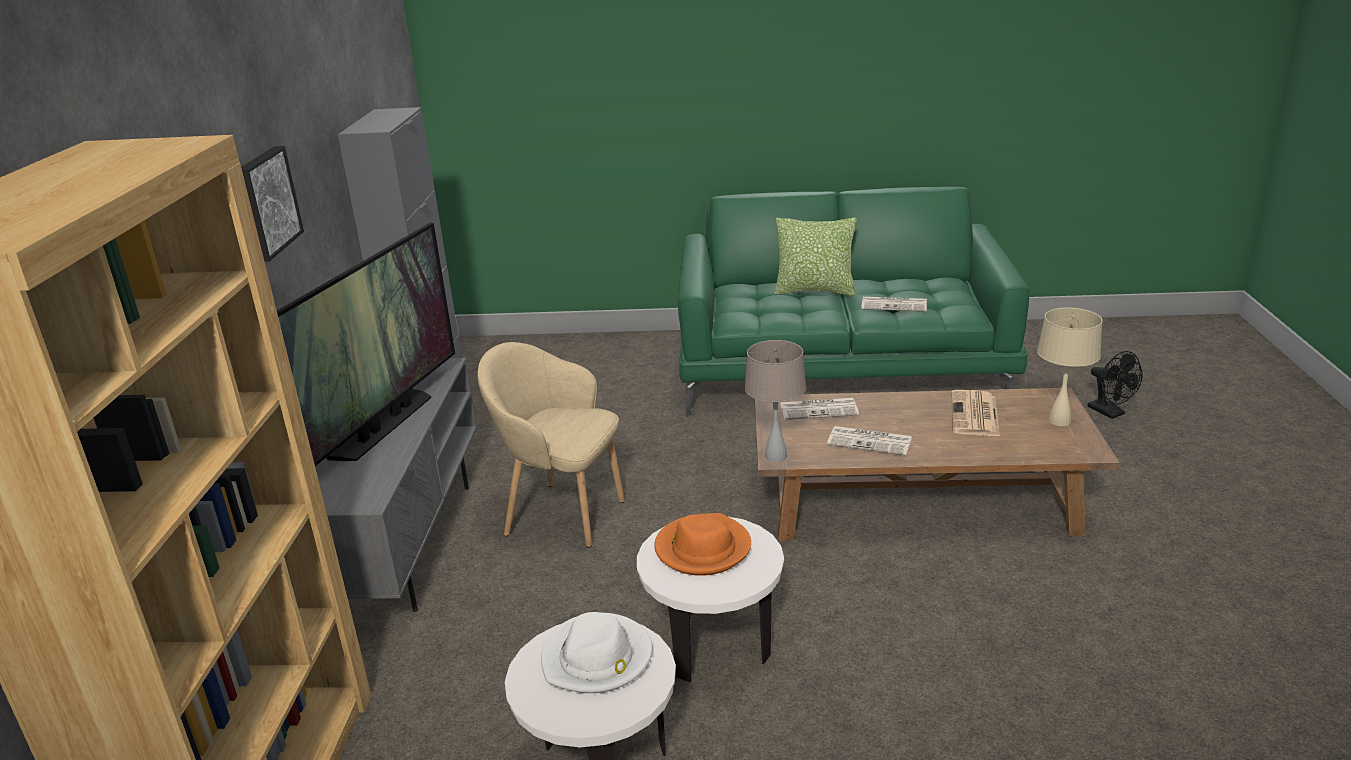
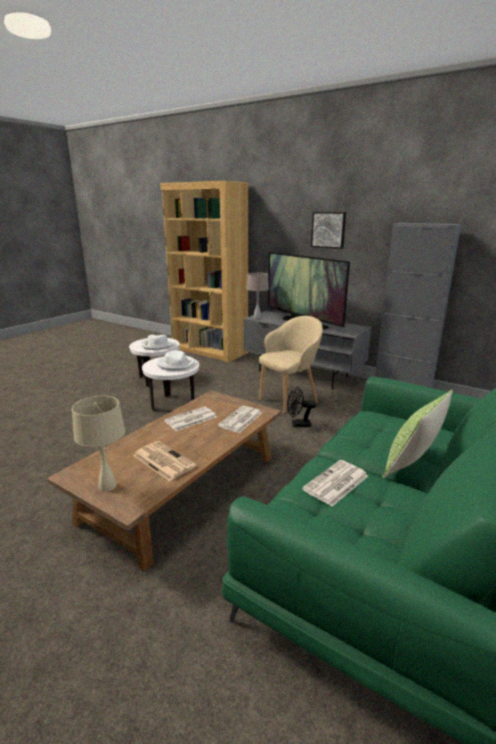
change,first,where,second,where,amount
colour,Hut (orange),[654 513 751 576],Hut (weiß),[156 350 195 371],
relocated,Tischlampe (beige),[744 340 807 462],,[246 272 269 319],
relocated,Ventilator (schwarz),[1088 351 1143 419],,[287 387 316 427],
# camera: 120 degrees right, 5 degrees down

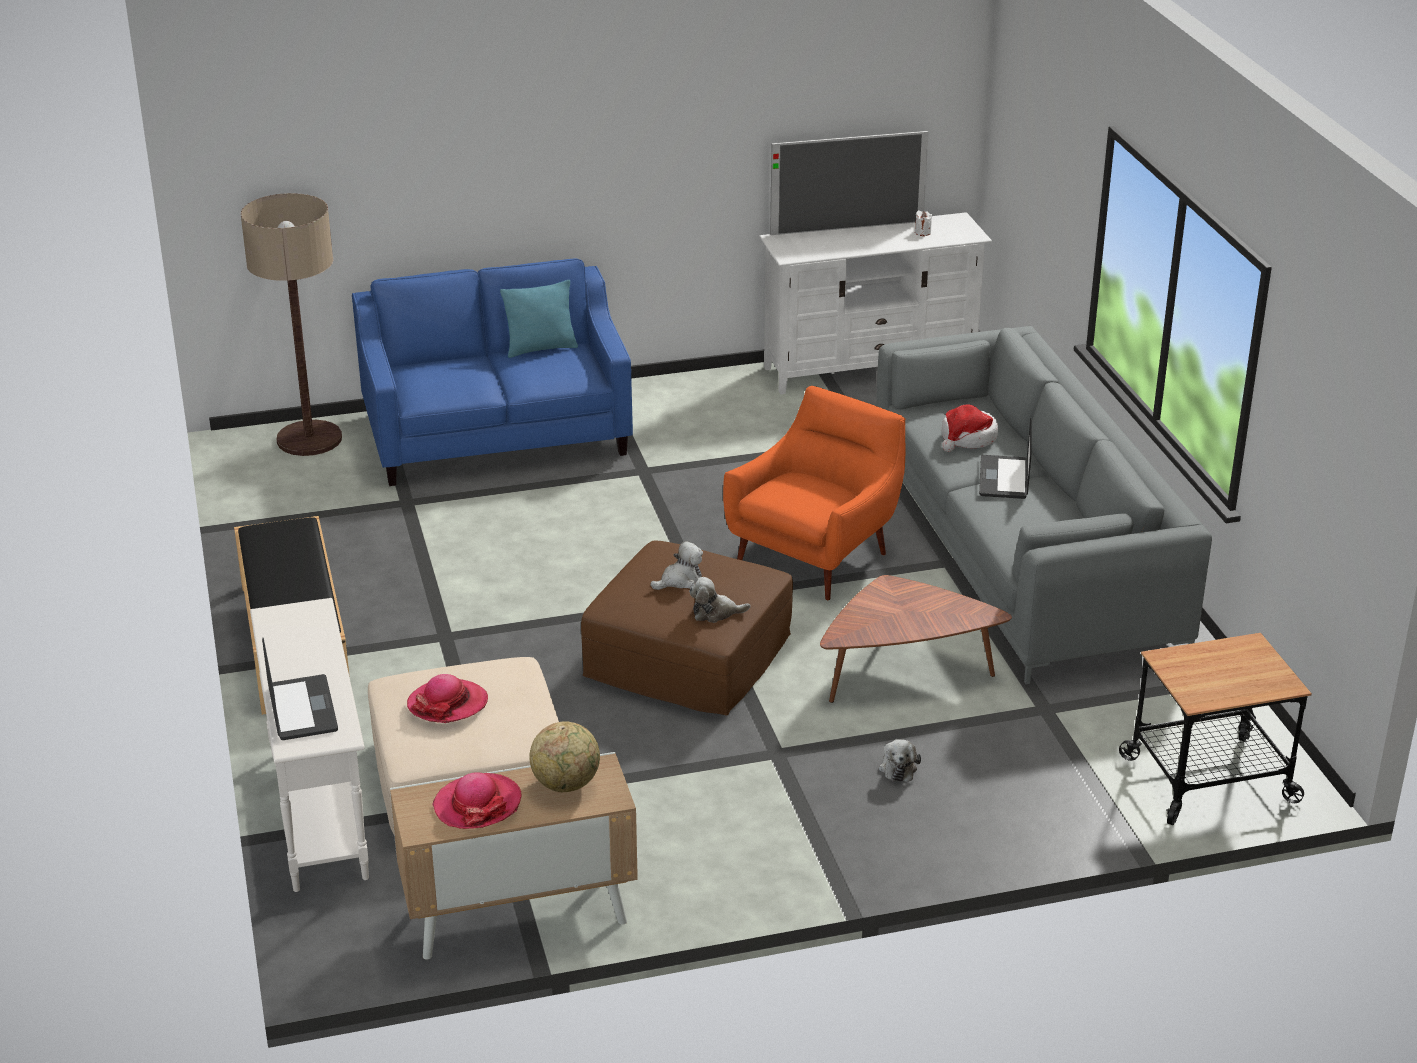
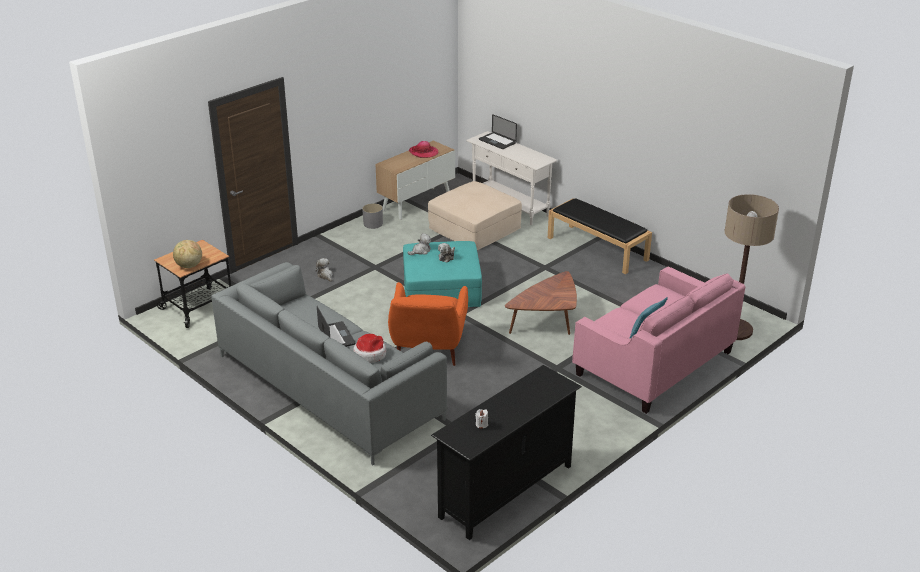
change,first,where,second,where,amount
colour,Sofa (blau),[352 258 633 486],Sofa (rosa),[572 267 745 414],
missing,Hut,[407 674 488 723],,,
relocated,Globus,[530 722 600 792],,[173 240 202 268],
colour,Polsterhocker (braun),[581 541 793 716],Polsterhocker (türkis),[403 241 482 307],
colour,Fernsehschrank (weiß),[759 212 992 394],Fernsehschrank (schwarz),[431 365 582 540],
missing,Fernseher,[770 131 928 235],,,
relocated,Couchtisch (braun),[820 575 1012 703],,[505 271 577 335],
appeared,,,Pflanzkübel (grau),[362 203 383 229],
# camera: 150 degrees right, 0 degrees up

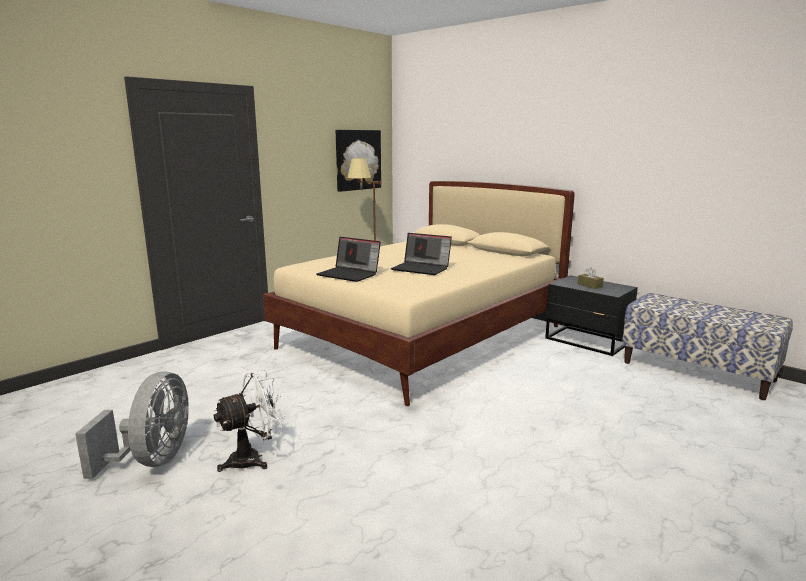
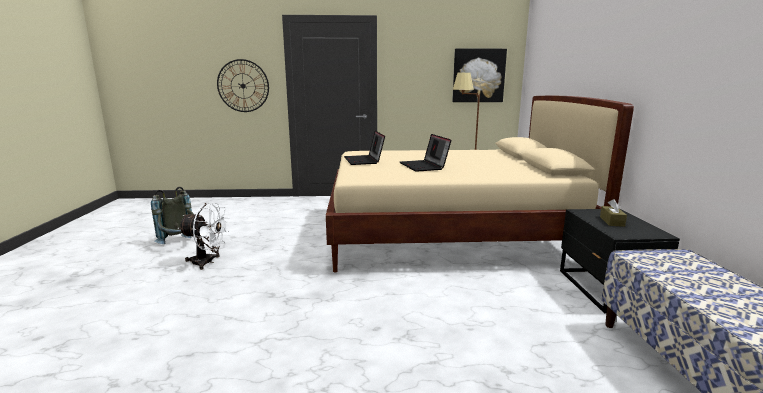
change,first,where,second,where,amount
exchanged,Ventilator (grau),[75 372 189 479],Rucksack (grau),[151 187 194 244],
appeared,,,Wanduhr,[217 59 269 112],
# camera: 45 degrees right, 0 degrees up

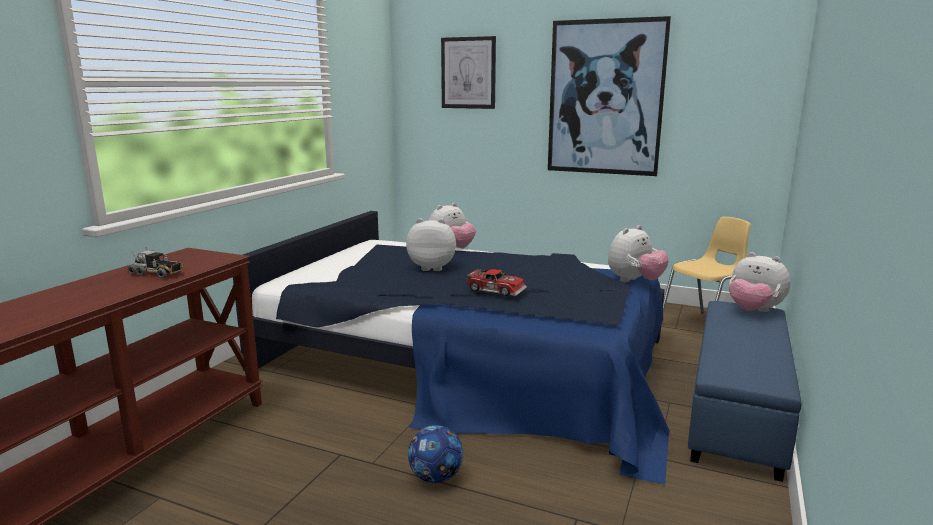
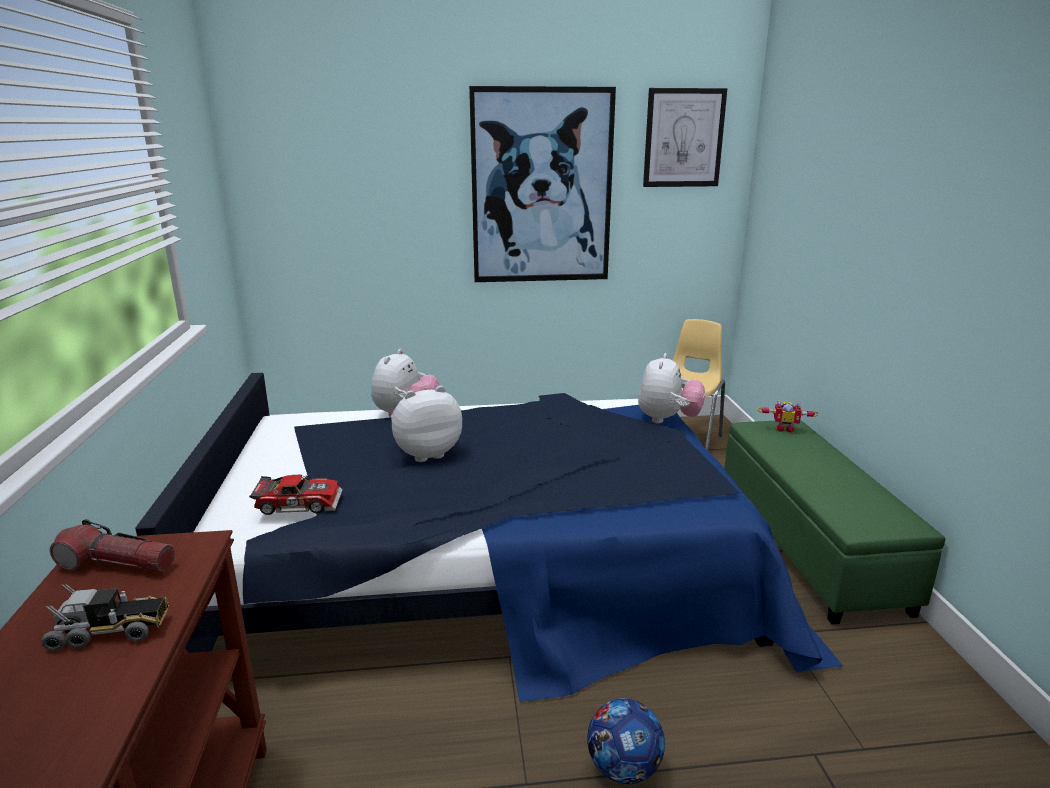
change,first,where,second,where,amount
relocated,Bild,[441 36 496 109],,[643 88 727 187],
relocated,Spielzeugauto,[465 268 527 296],,[249 475 343 515],
colour,Polsterhocker (blau),[688 301 801 482],Polsterhocker (grün),[724 420 945 624],
exchanged,Plüschtier,[729 252 791 312],Spielzeugroboter,[758 400 818 433],
appeared,,,Taschenlampe,[50 519 175 572],
# camera: 30 degrees left, 5 degrees up

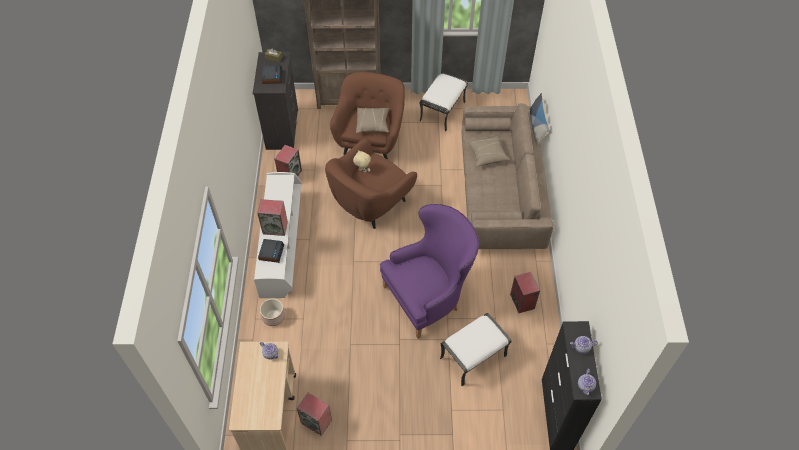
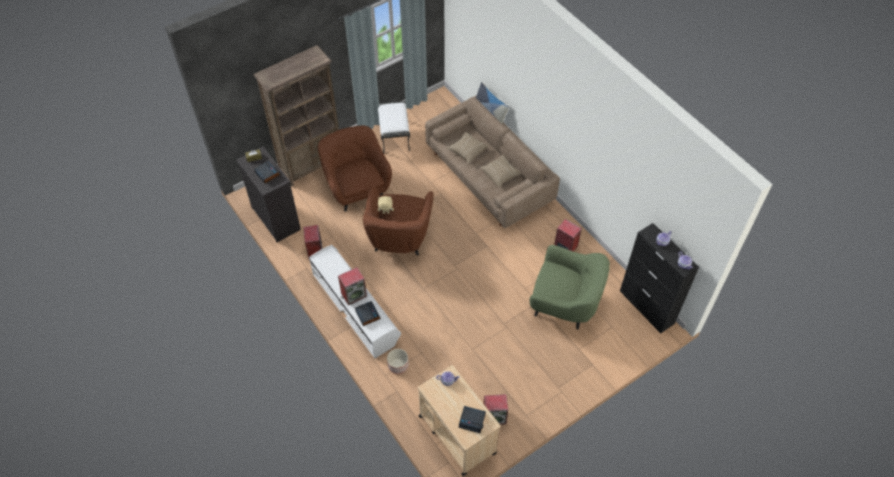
change,first,where,second,where,amount
relocated,Kissen (beige),[356 108 389 133],,[480 155 521 187],
missing,Sessel (lila),[380 204 479 339],,,
exchanged,Polsterhocker (weiß),[440 313 512 386],Sessel (grün),[530 245 610 329],
appeared,,,Wecker,[459 406 486 433],
# camera: 35 degrees left, 0 degrees up

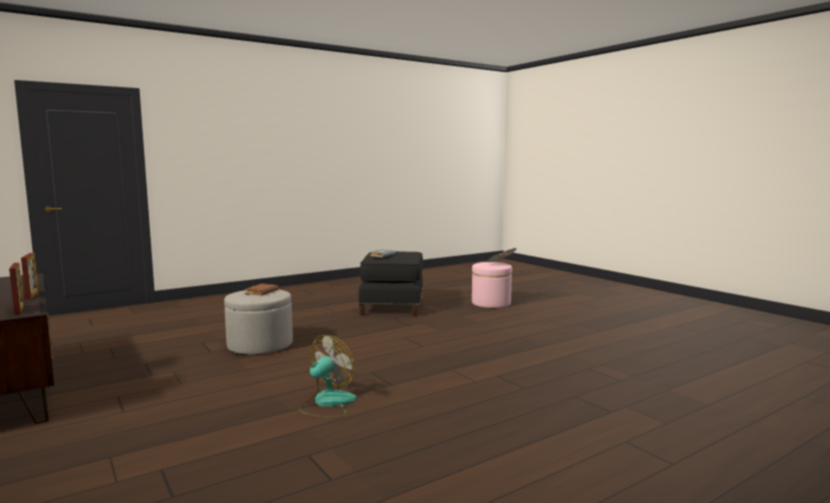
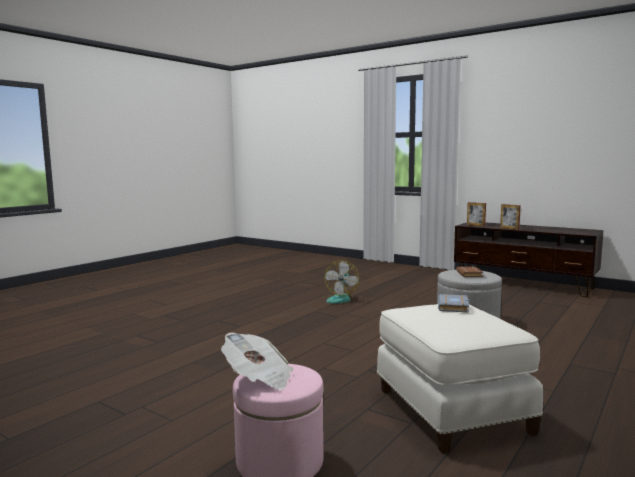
change,first,where,second,where,amount
colour,Polsterhocker (schwarz),[358 251 423 316],Polsterhocker (weiß),[377 304 543 454],
# camera: 160 degrees right, 0 degrees up

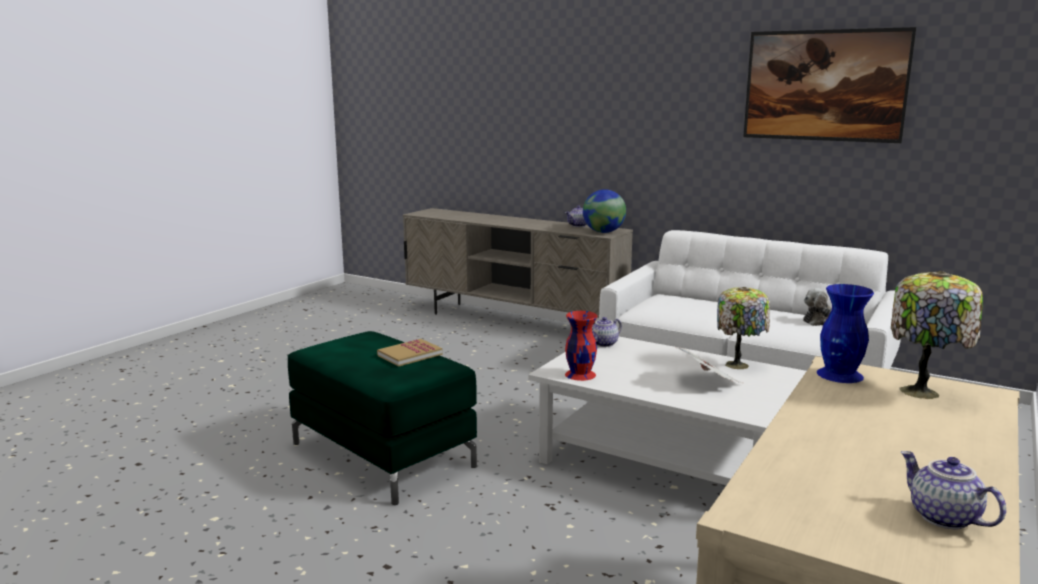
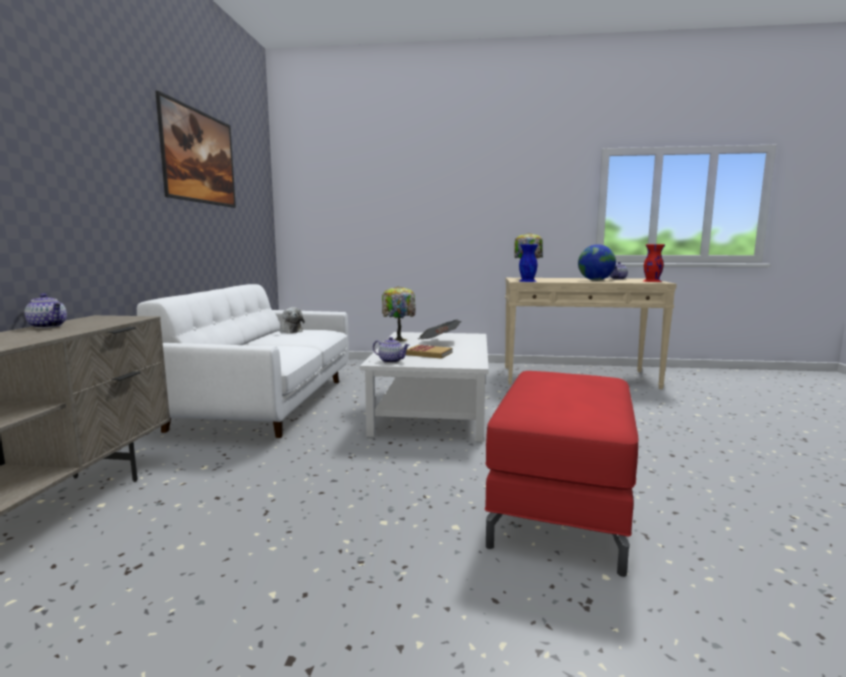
change,first,where,second,where,amount
colour,Polsterhocker (grün),[288 331 477 505],Polsterhocker (rot),[485 371 639 577],
relocated,Buch,[377 339 443 367],,[406 345 453 359],
relocated,Vase (rot),[565 311 597 381],,[643 244 665 282],
relocated,Globus,[583 189 626 233],,[578 244 616 281],
# camera: 115 degrees left, 5 degrees down

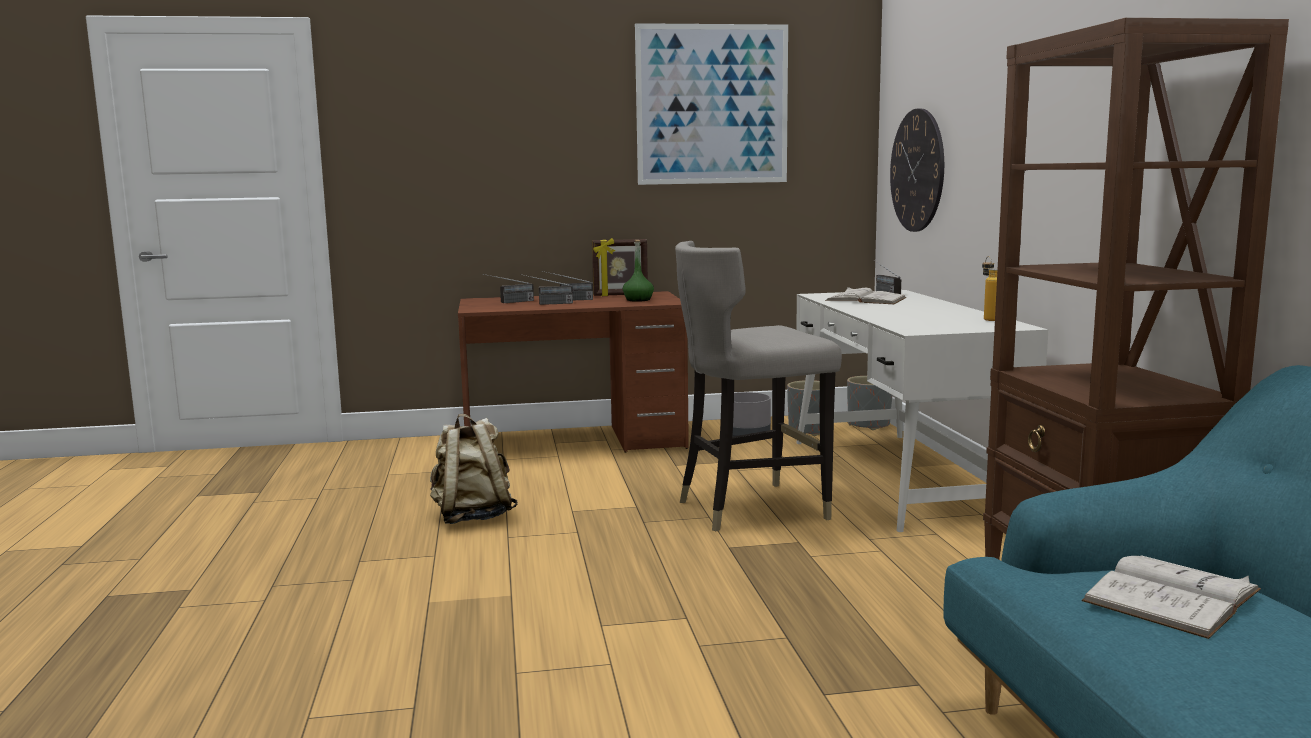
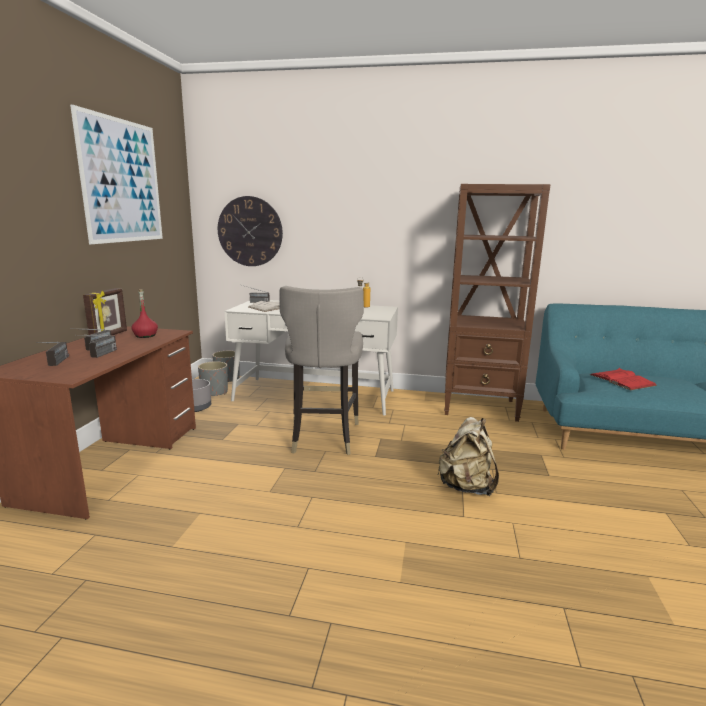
change,first,where,second,where,amount
relocated,Rucksack (beige),[430 414 518 524],,[437 417 499 496],
colour,Flasche (grün),[623 240 654 302],Flasche (rot),[131 289 158 338],
colour,Buch (weiß),[1082 555 1261 639],Buch (rot),[590 368 657 390],
# camera: 70 degrees left, 5 degrees up

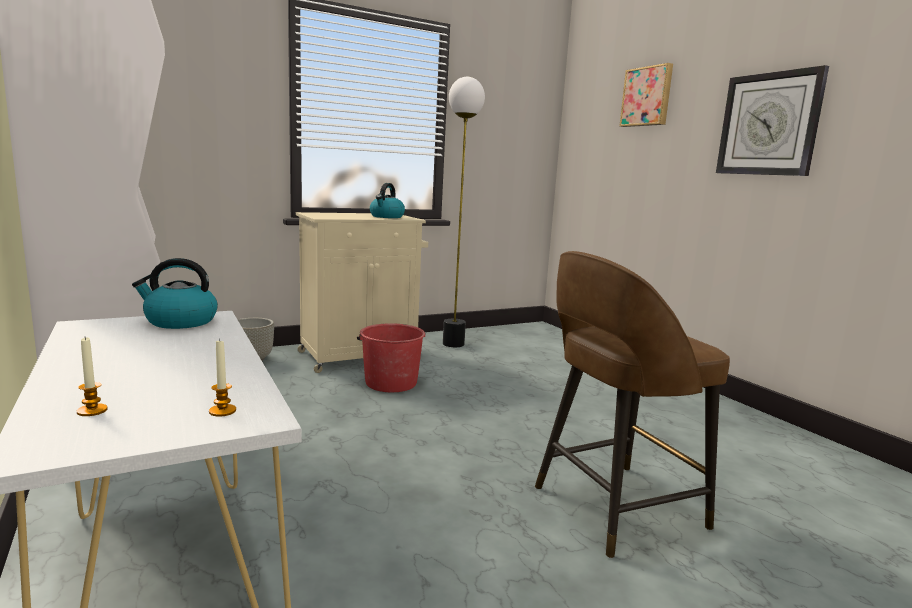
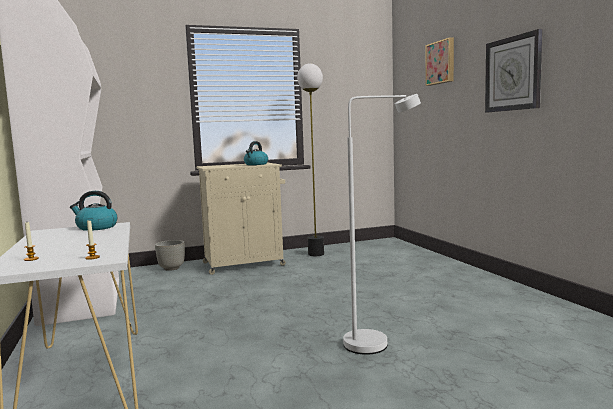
change,first,where,second,where,amount
missing,Eimer (rot),[357 323 426 392],,,
exchanged,Hocker (braun),[535 251 730 558],Stehlampe (weiß),[343 94 421 355],
# camera: 10 degrees right, 5 degrees down

